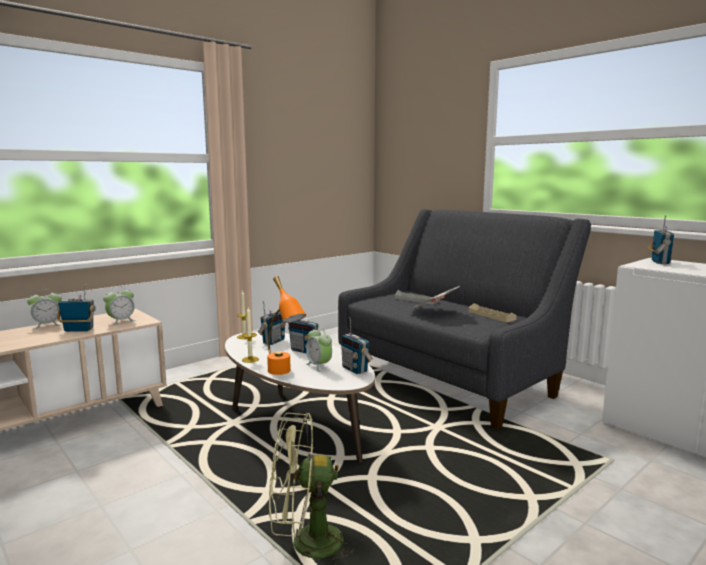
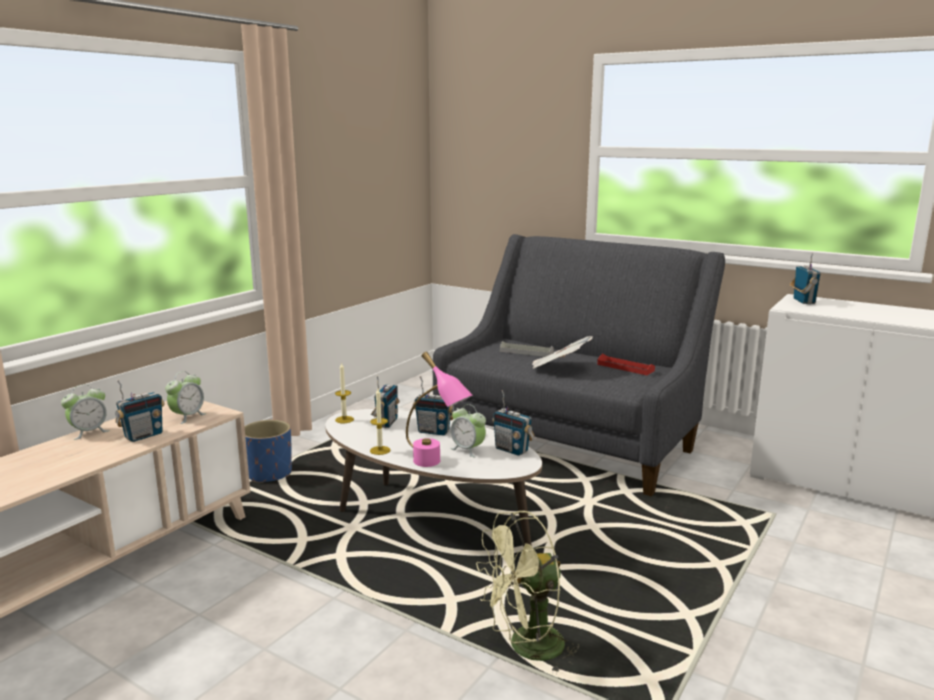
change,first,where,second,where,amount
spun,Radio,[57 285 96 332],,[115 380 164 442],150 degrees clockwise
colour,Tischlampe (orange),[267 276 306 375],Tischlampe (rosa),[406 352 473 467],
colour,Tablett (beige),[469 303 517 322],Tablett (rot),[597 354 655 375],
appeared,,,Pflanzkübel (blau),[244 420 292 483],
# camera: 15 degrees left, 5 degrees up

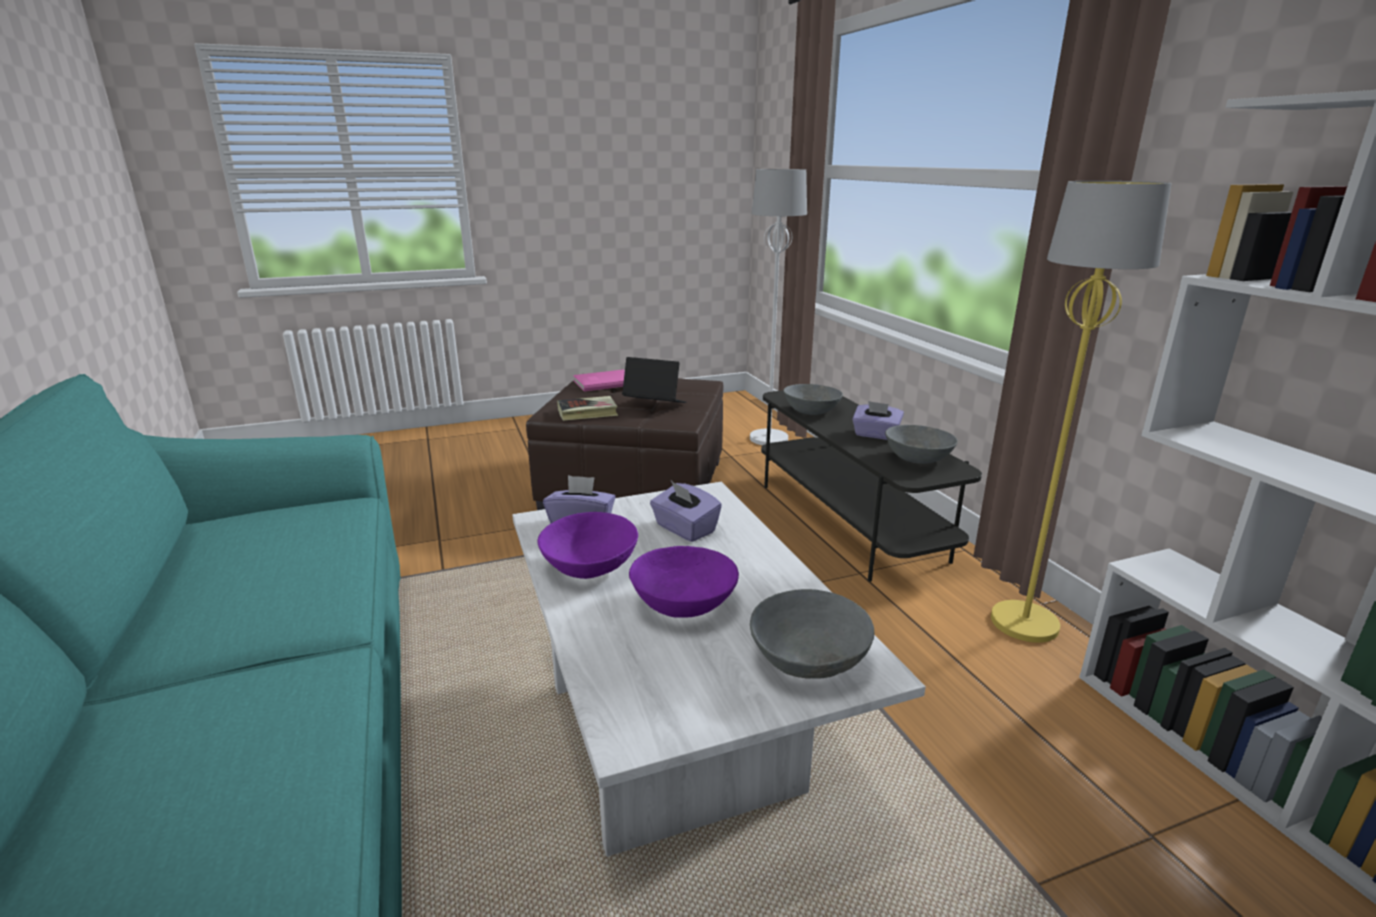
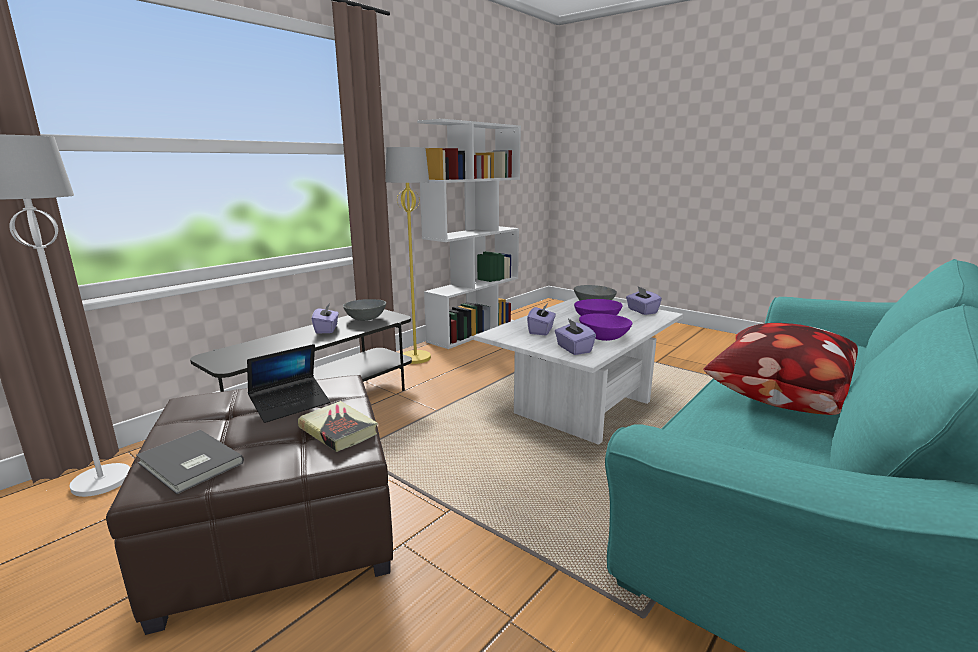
change,first,where,second,where,amount
colour,Buch (rosa),[573 369 625 391],Buch (grau),[136 430 244 494],
spun,Laptop,[622 357 687 403],,[247 344 330 423],120 degrees counterclockwise
missing,Schüssel (grau),[783 384 843 415],,,
appeared,,,Taschentuchbox (lila),[626 287 662 315],
appeared,,,Kissen,[704 323 858 415],
# camera: 120 degrees left, 5 degrees down

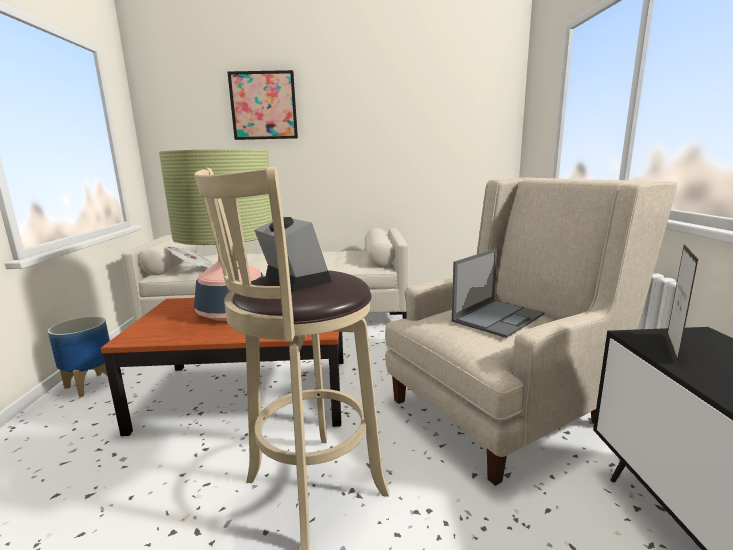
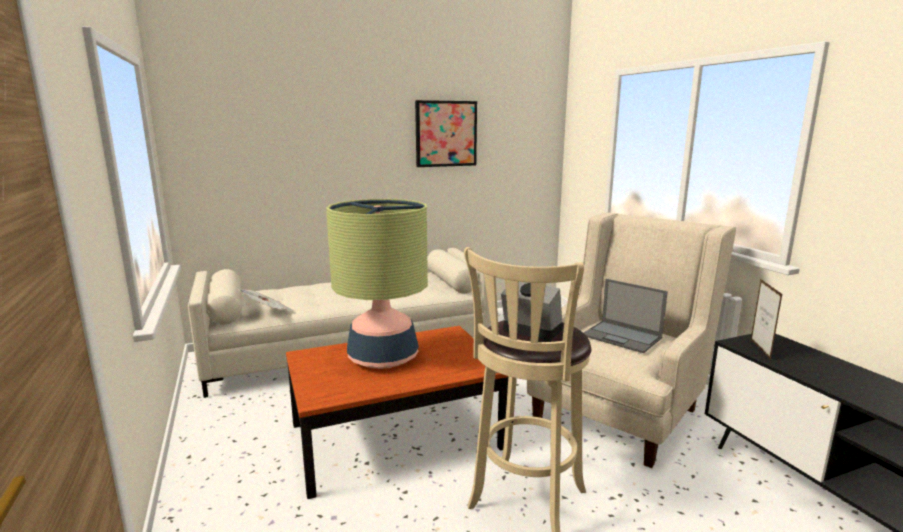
change,first,where,second,where,amount
missing,Pflanzkübel,[48 316 110 397],,,
relocated,Bild,[228 70 298 140],,[415 100 477 167],
spun,Laptop,[452 249 545 338],,[584 279 668 353],105 degrees clockwise
# camera: 20 degrees left, 0 degrees up

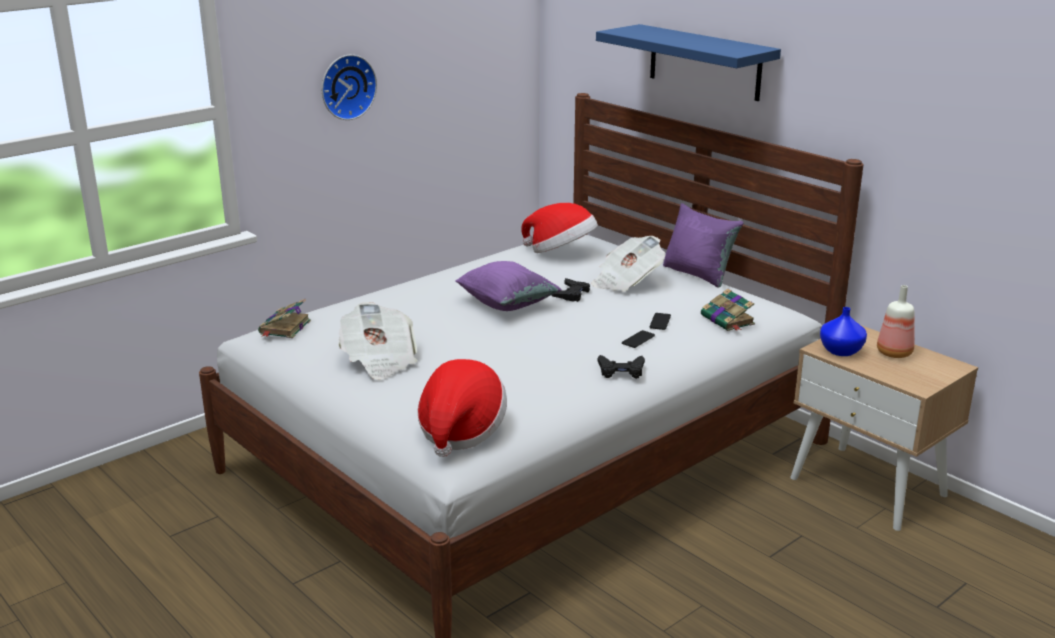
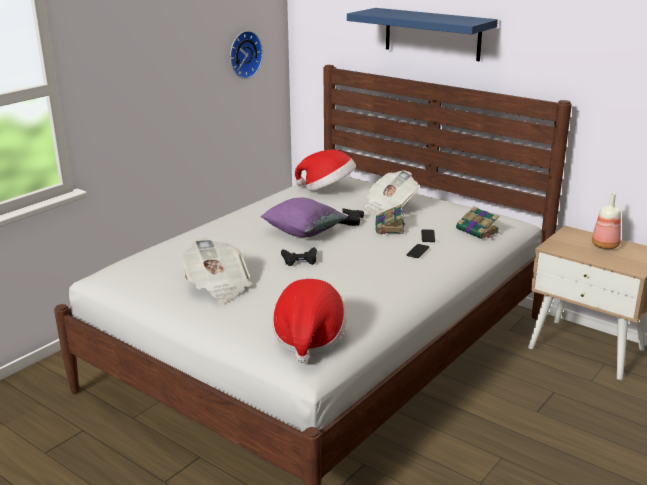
change,first,where,second,where,amount
relocated,Buch,[258 299 311 338],,[375 204 405 234],
relocated,Wanduhr,[322 54 377 120],,[230 31 263 79],
relocated,Gamepad (schwarz),[598 355 645 379],,[281 247 317 266],
missing,Kissen (lila),[663 203 743 288],,,
missing,Vase (blau),[820 307 867 356],,,
# camera: 10 degrees left, 0 degrees up

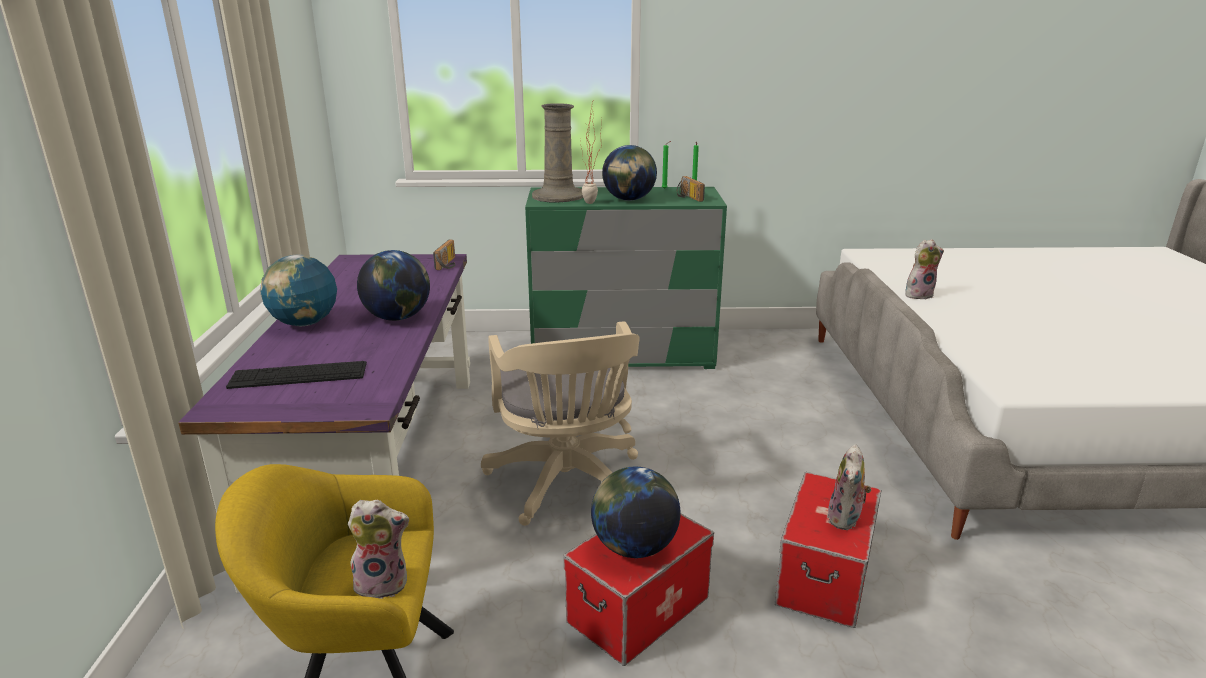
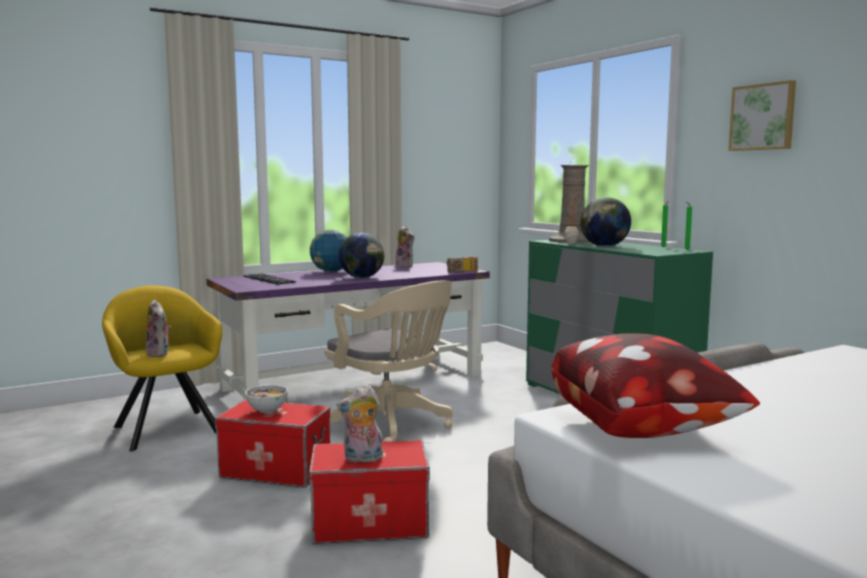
change,first,where,second,where,amount
spun,Bürostuhl (beige),[481 321 640 526],,[325 280 453 441],90 degrees counterclockwise
exchanged,Globus,[591 467 680 558],Schüssel,[245 385 288 413],
missing,Radio,[677 176 705 202],,,
relocated,Plüschtier,[905 239 944 299],,[395 226 415 267],
appeared,,,Kissen,[552 333 760 438],
appeared,,,Bild,[729 80 796 151],
# camera: 60 degrees right, 15 degrees down

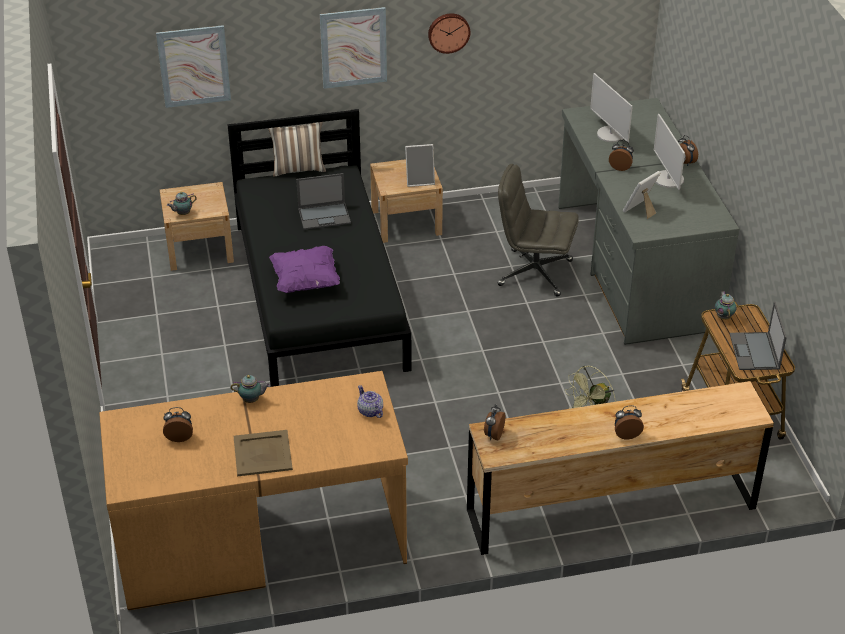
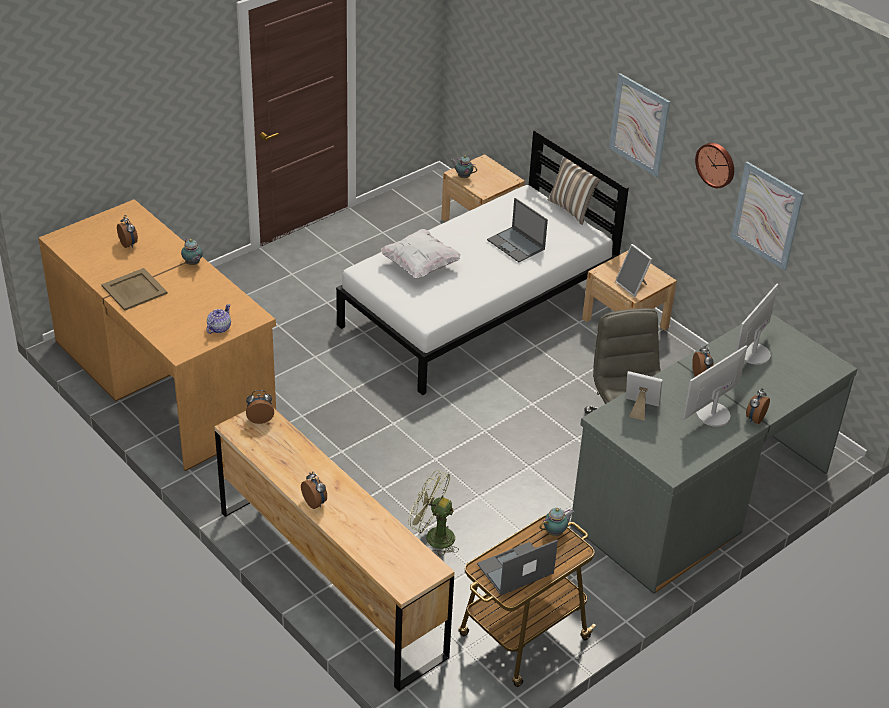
change,first,where,second,where,amount
relocated,Bild,[156 25 231 108],,[731 161 804 271],
colour,Bett (schwarz),[227 109 412 387],Bett (weiß),[336 129 629 395],
colour,Kissen (lila),[269 246 340 293],Kissen (weiß),[381 229 461 278],
# camera: 60 degrees right, 0 degrees up

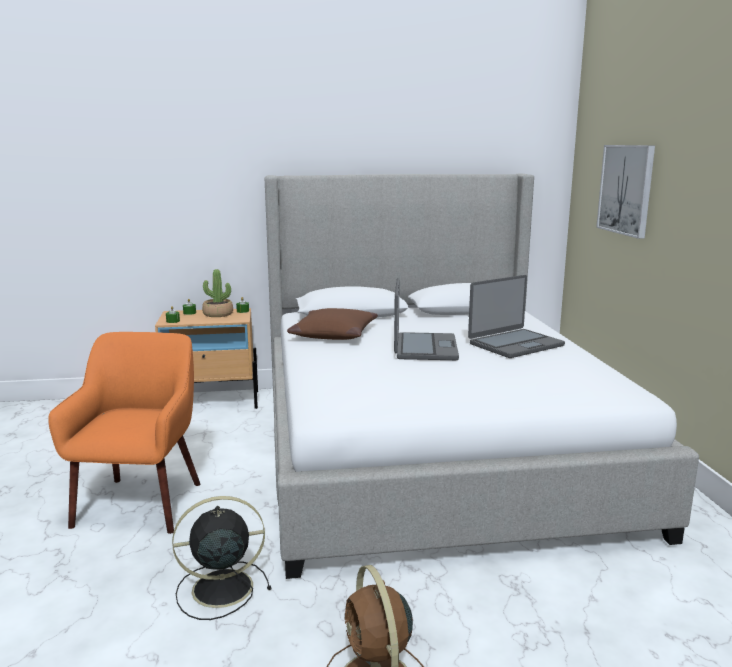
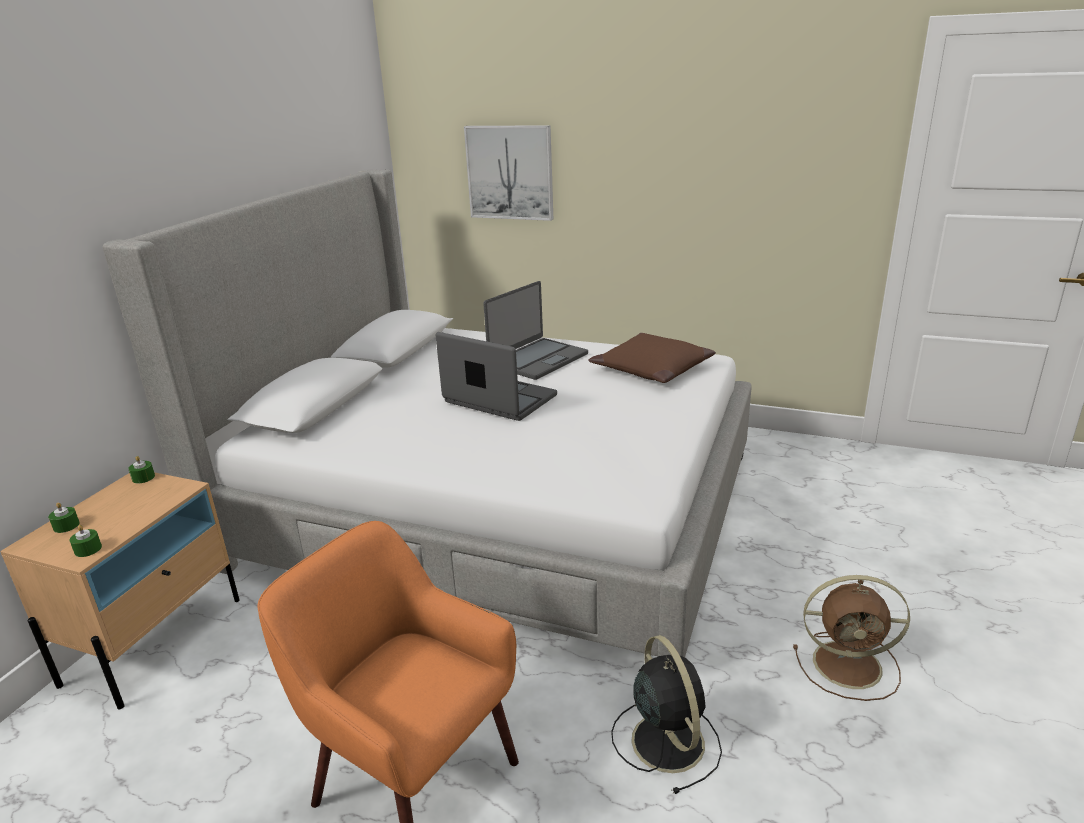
change,first,where,second,where,amount
spun,Ventilator (schwarz),[172 496 271 620],,[611 635 722 794],150 degrees clockwise
missing,Topfpflanze,[202 269 233 317],,,
relocated,Kissen (braun),[287 308 378 340],,[588 333 716 383],
spun,Laptop,[468 275 565 358],,[483 281 588 380],45 degrees clockwise
# camera: 60 degrees left, 10 degrees up

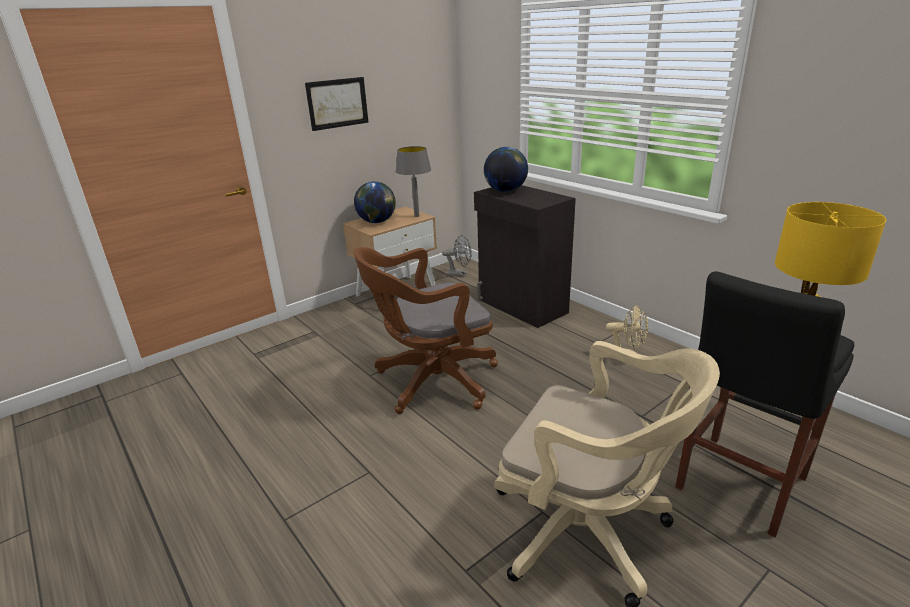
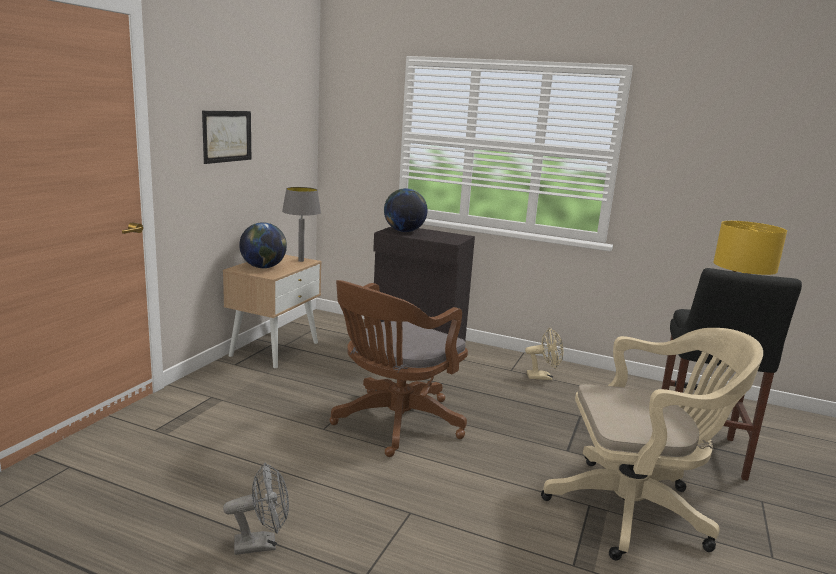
change,first,where,second,where,amount
relocated,Ventilator (grau),[442 235 472 276],,[223 462 289 555],
# camera: 30 degrees left, 10 degrees down

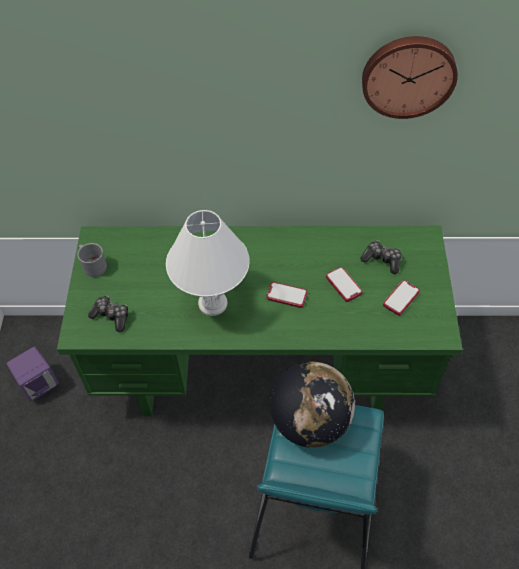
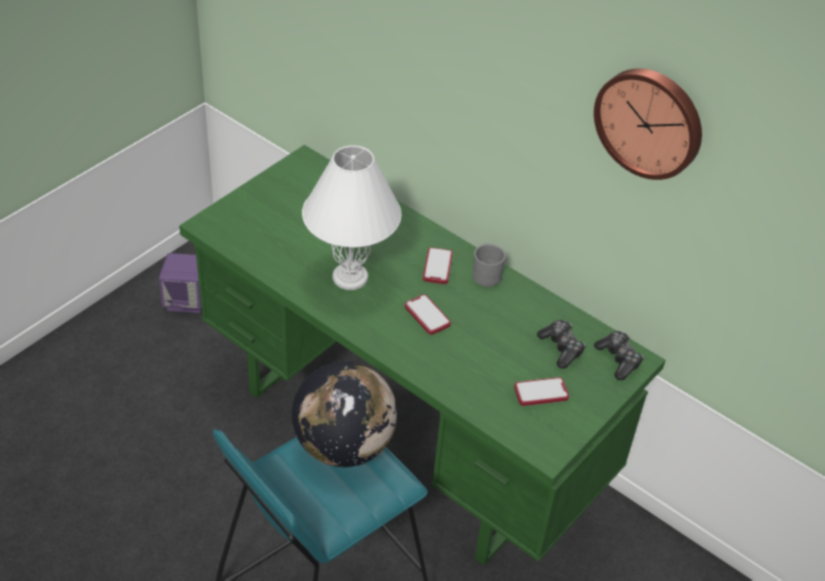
change,first,where,second,where,amount
relocated,Henkelbecher (grau),[77 243 107 277],,[472 243 506 287],
relocated,Gamepad,[88 296 128 332],,[594 331 644 380],
relocated,Handy,[326 267 363 302],,[423 247 453 284],
# camera: 35 degrees right, 10 degrees down

